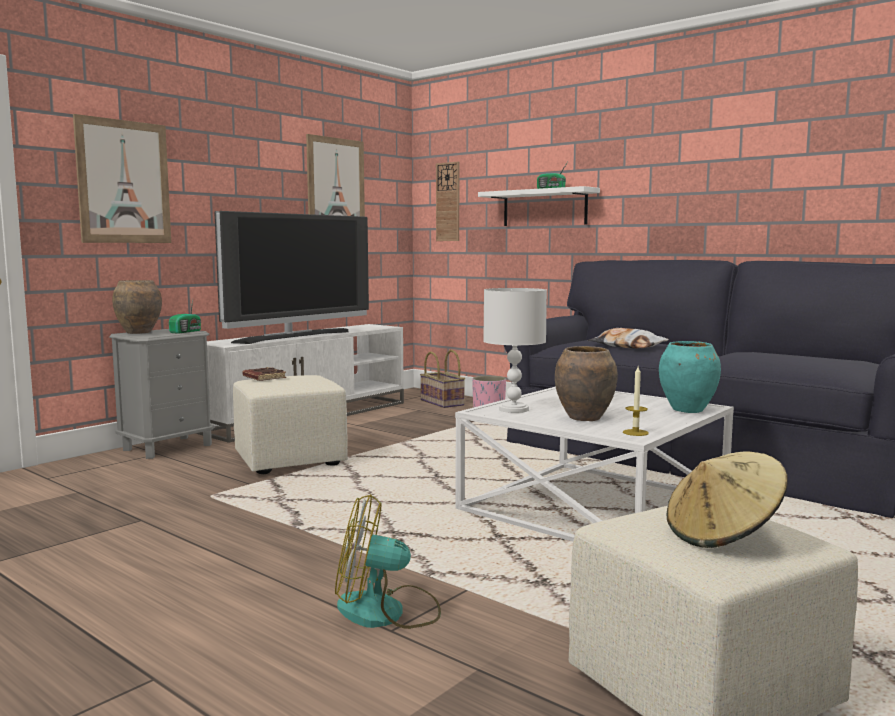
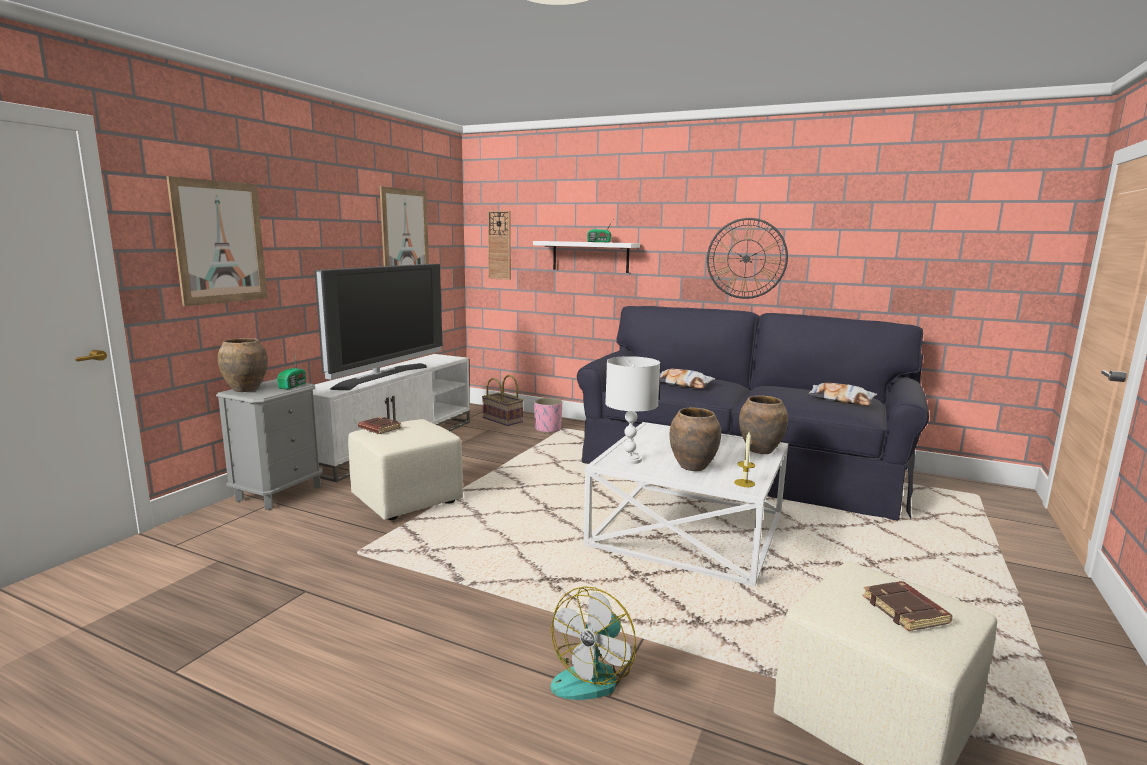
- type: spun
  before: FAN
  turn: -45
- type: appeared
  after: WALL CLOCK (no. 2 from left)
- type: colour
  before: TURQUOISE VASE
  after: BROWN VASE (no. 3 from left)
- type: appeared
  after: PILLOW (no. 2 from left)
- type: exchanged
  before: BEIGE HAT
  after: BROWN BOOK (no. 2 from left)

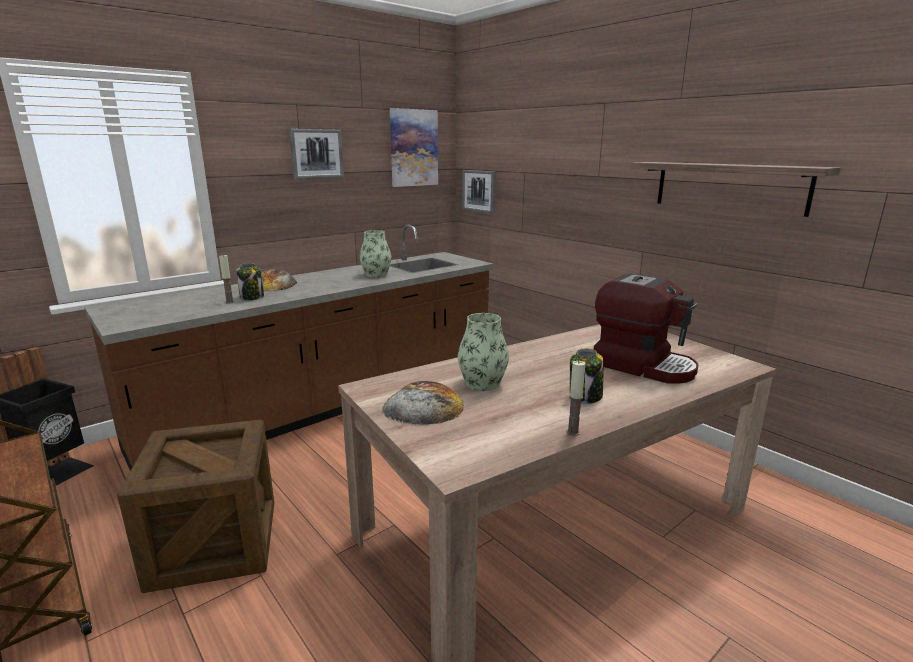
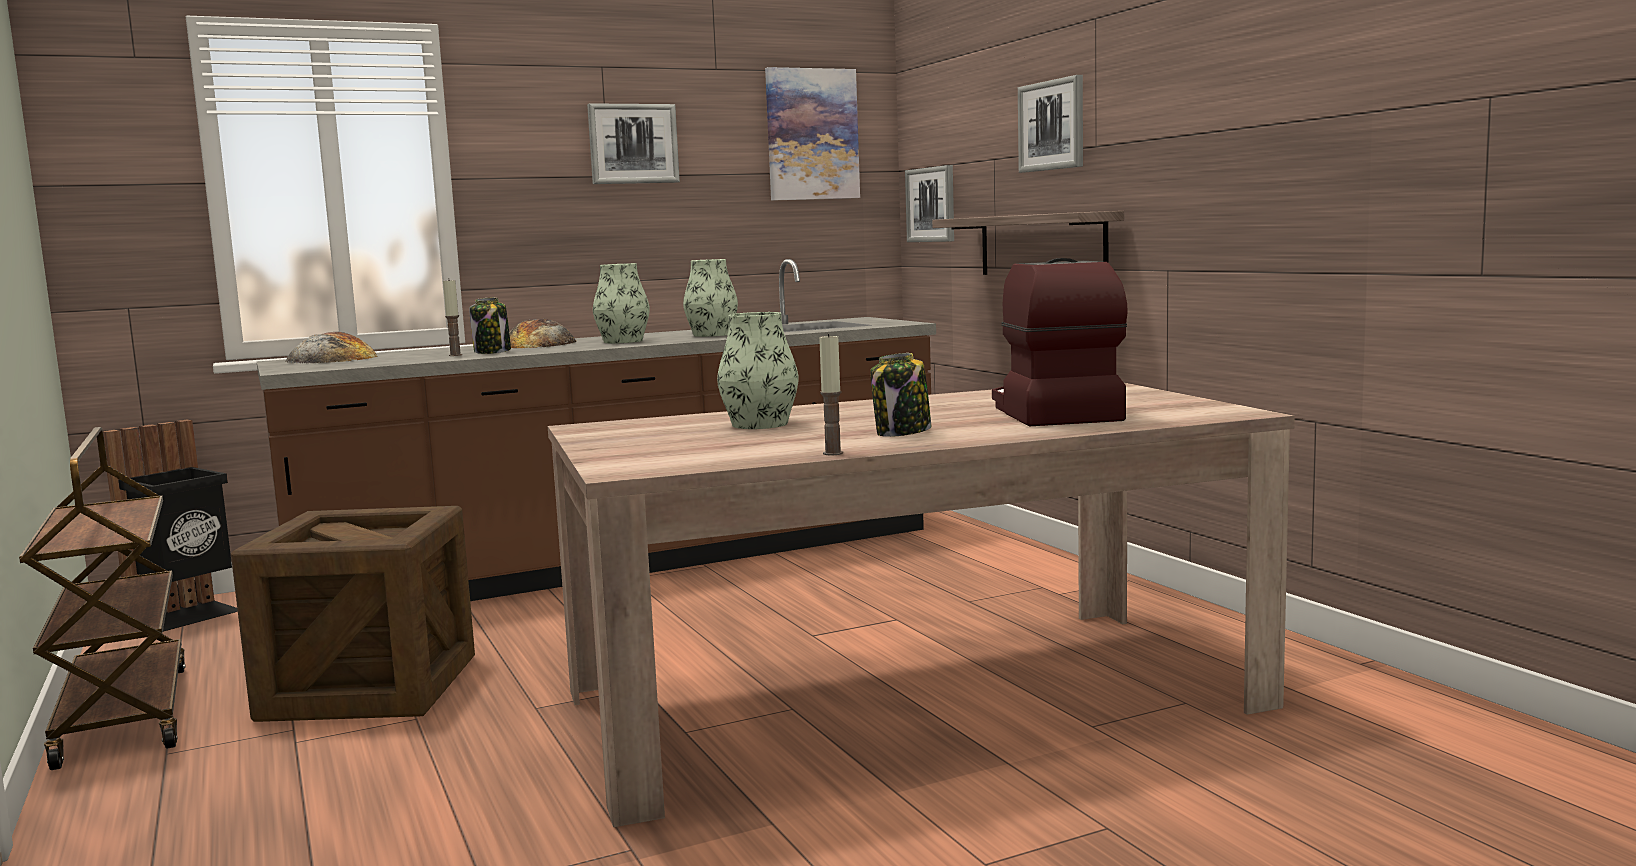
- type: relocated
  before: BREAD (no. 2 from left in the first image)
  after: BREAD (no. 1 from left)
- type: appeared
  after: VASE (no. 1 from left)
- type: relocated
  before: SHELF
- type: spun
  before: COFFEE MACHINE
  turn: -150
- type: appeared
  after: PICTURE (no. 4 from left)

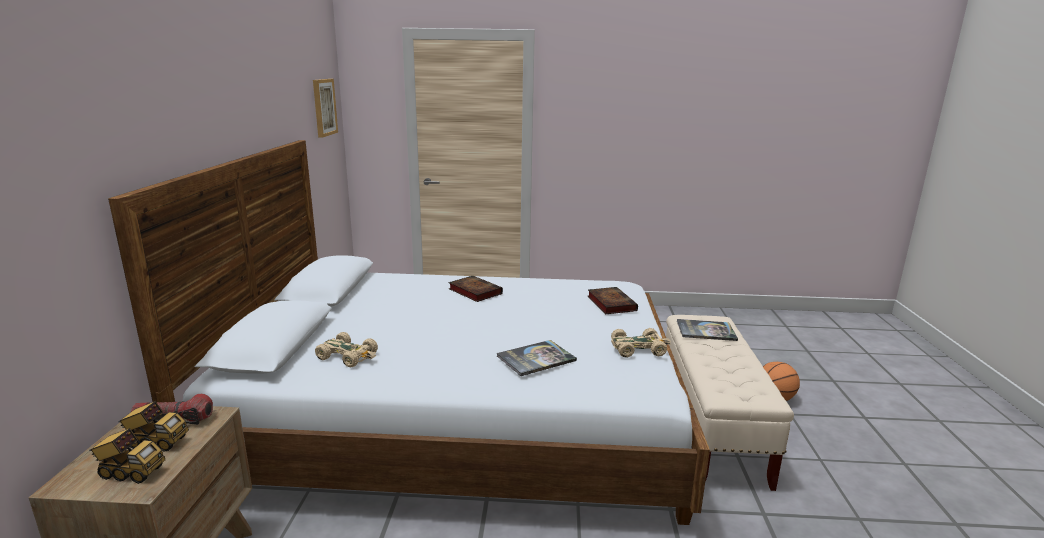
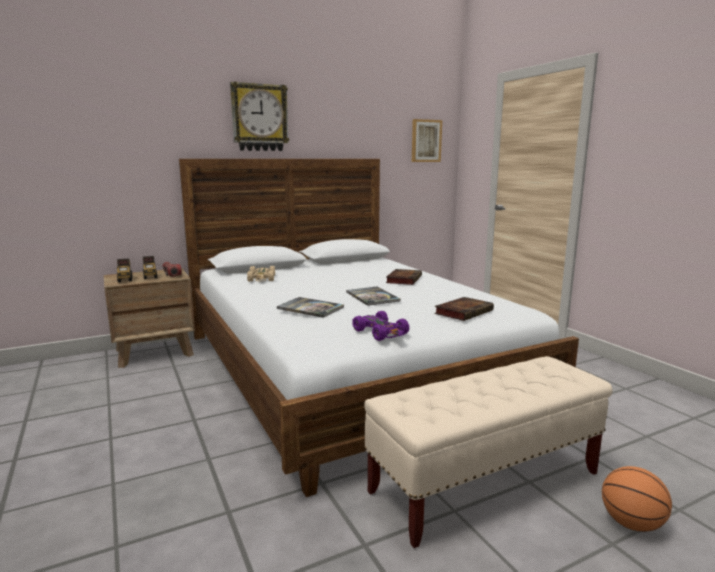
- type: appeared
  after: WALL CLOCK
- type: relocated
  before: BOOK (no. 4 from left in the first image)
  after: BOOK (no. 2 from left)
- type: colour
  before: BEIGE TOY CAR (no. 2 from left)
  after: PURPLE TOY CAR

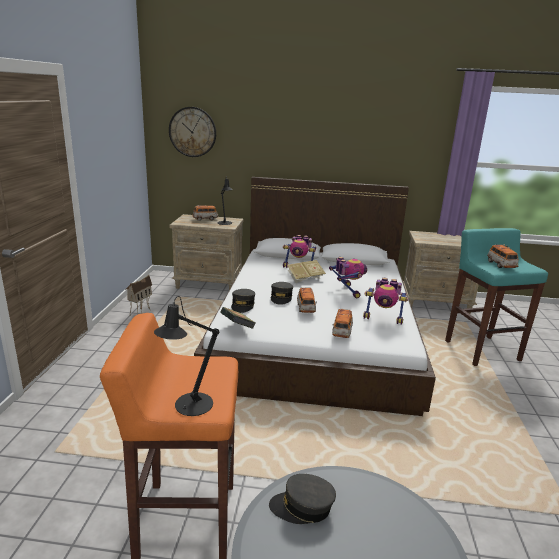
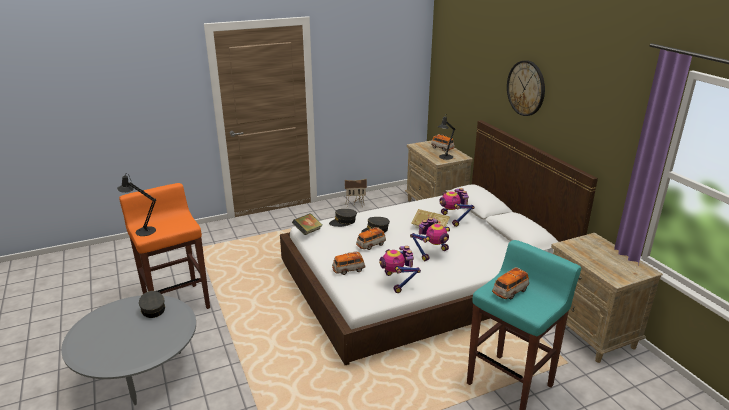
- type: relocated
  before: WALL CLOCK

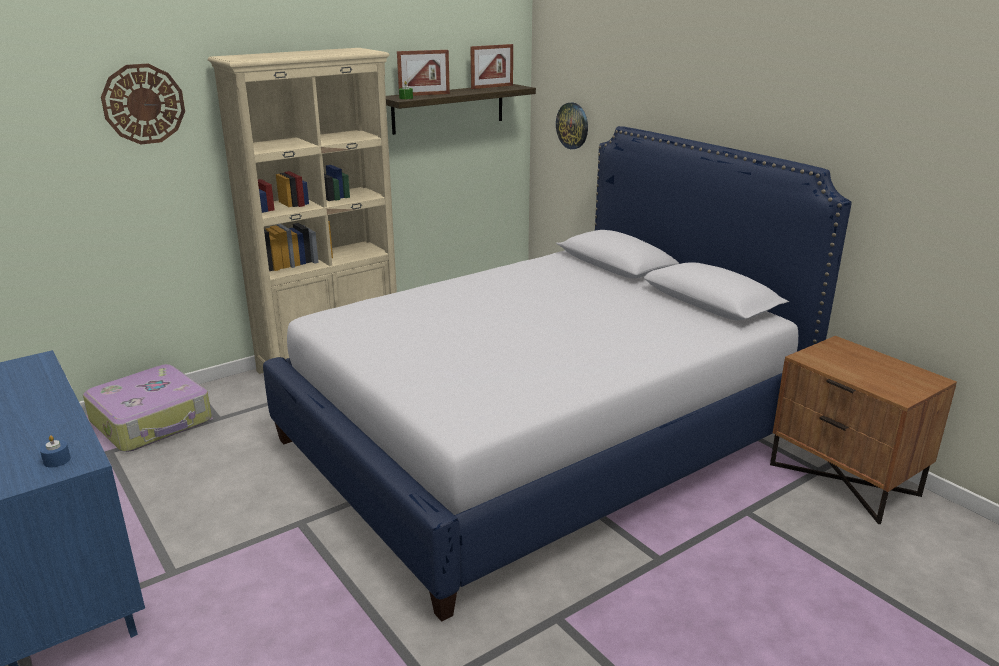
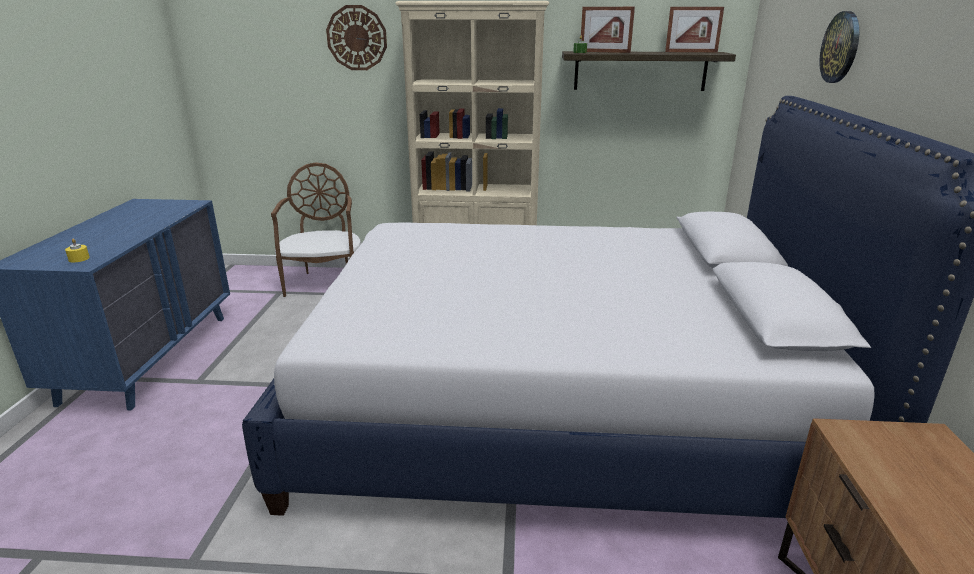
- type: colour
  before: BLUE CANDLE
  after: YELLOW CANDLE
- type: exchanged
  before: SUITCASE
  after: BROWN CHAIR
- type: relocated
  before: WALL CLOCK (no. 2 from left)

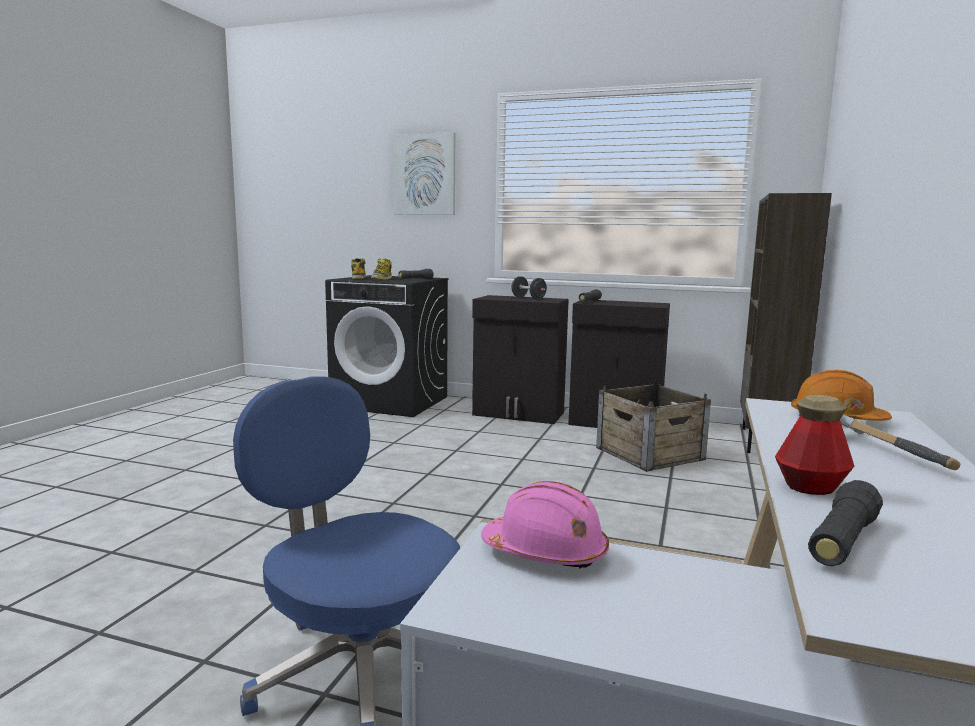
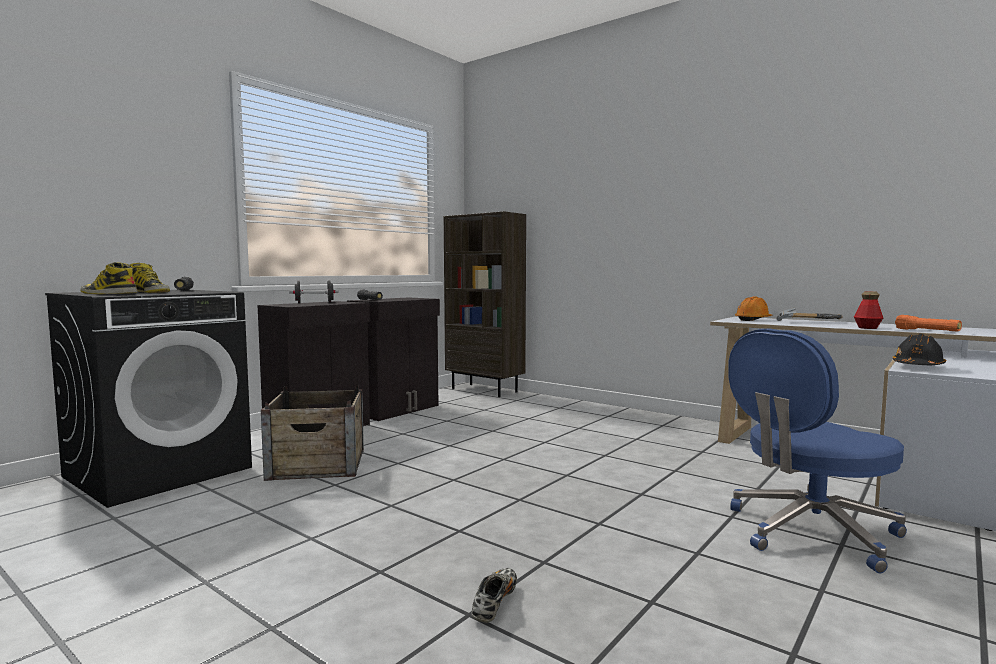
- type: relocated
  before: CRATE
- type: appeared
  after: SHOE
- type: colour
  before: PINK HARD HAT
  after: BLACK HARD HAT
- type: colour
  before: BLACK FLASHLIGHT (no. 3 from left)
  after: ORANGE FLASHLIGHT
- type: missing
  before: PICTURE

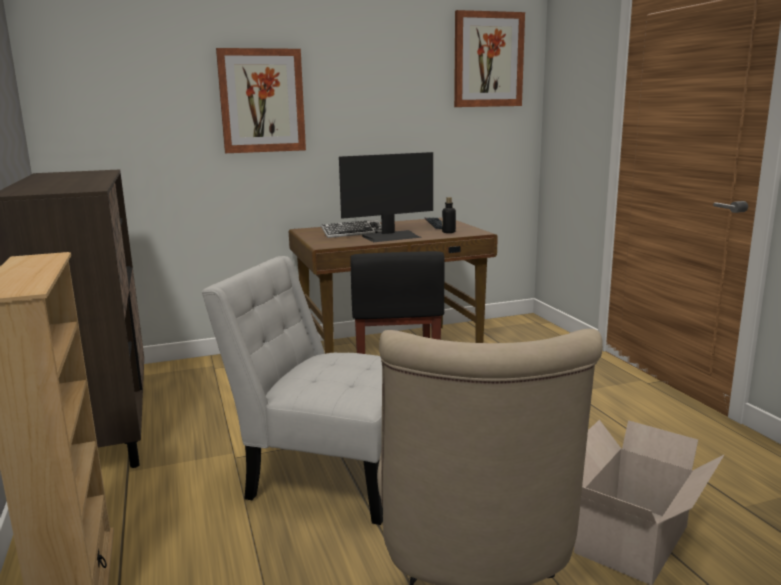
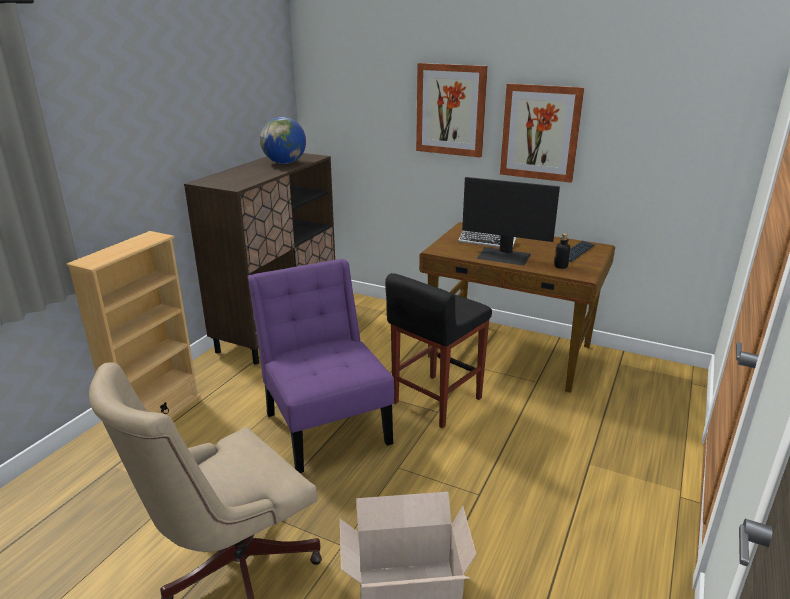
- type: colour
  before: WHITE CHAIR
  after: PURPLE CHAIR
- type: appeared
  after: GLOBE
- type: relocated
  before: PICTURE (no. 2 from left)

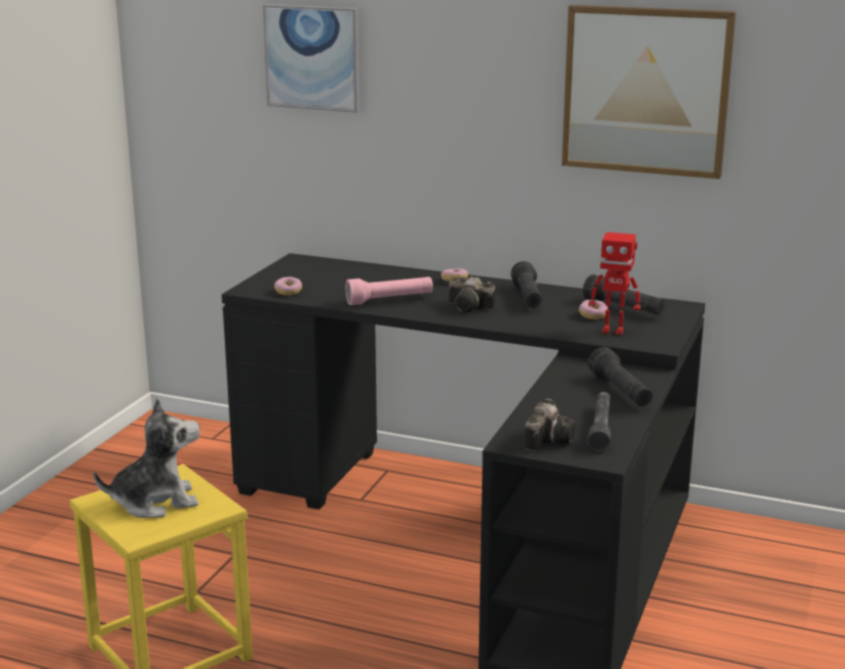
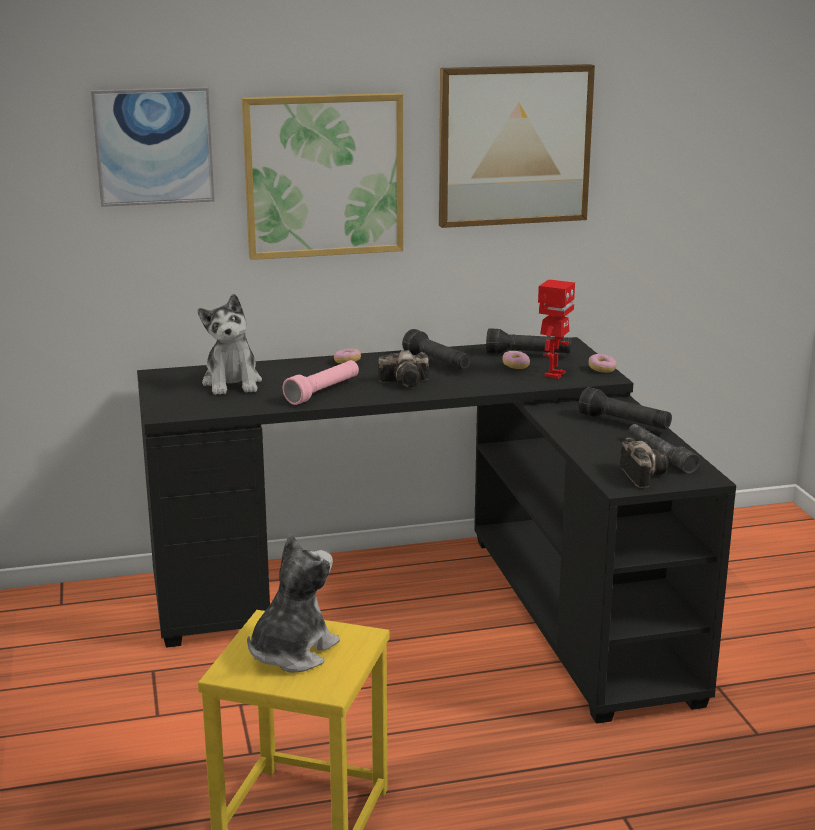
- type: appeared
  after: PLUSH TOY (no. 1 from left)
- type: appeared
  after: PICTURE (no. 2 from left)
- type: spun
  before: TOY ROBOT
  turn: -45
- type: relocated
  before: DONUT (no. 1 from left in the first image)
  after: DONUT (no. 3 from left)

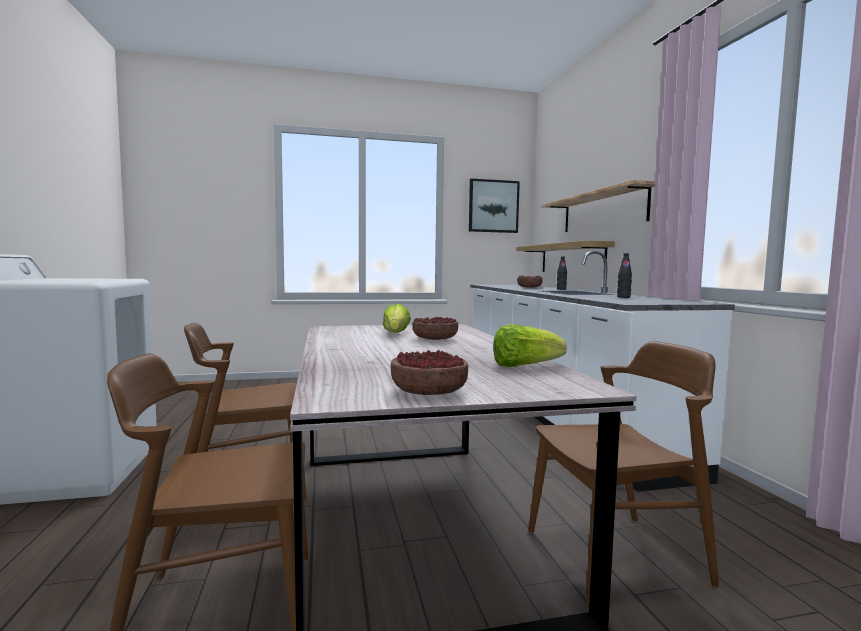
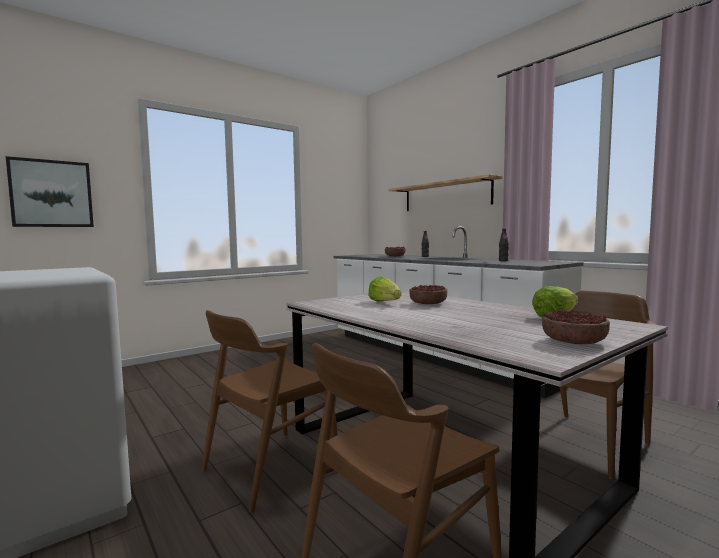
- type: relocated
  before: PICTURE
- type: missing
  before: SHELF (no. 1 from left)

